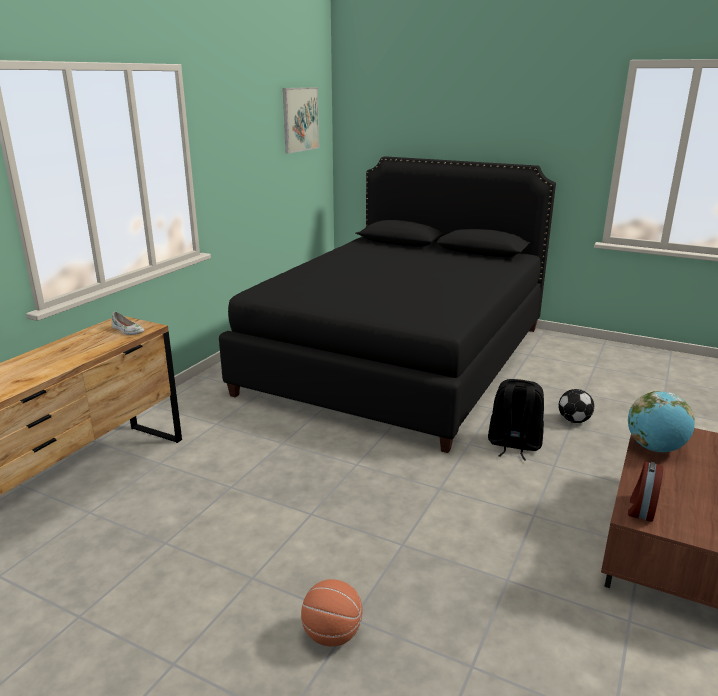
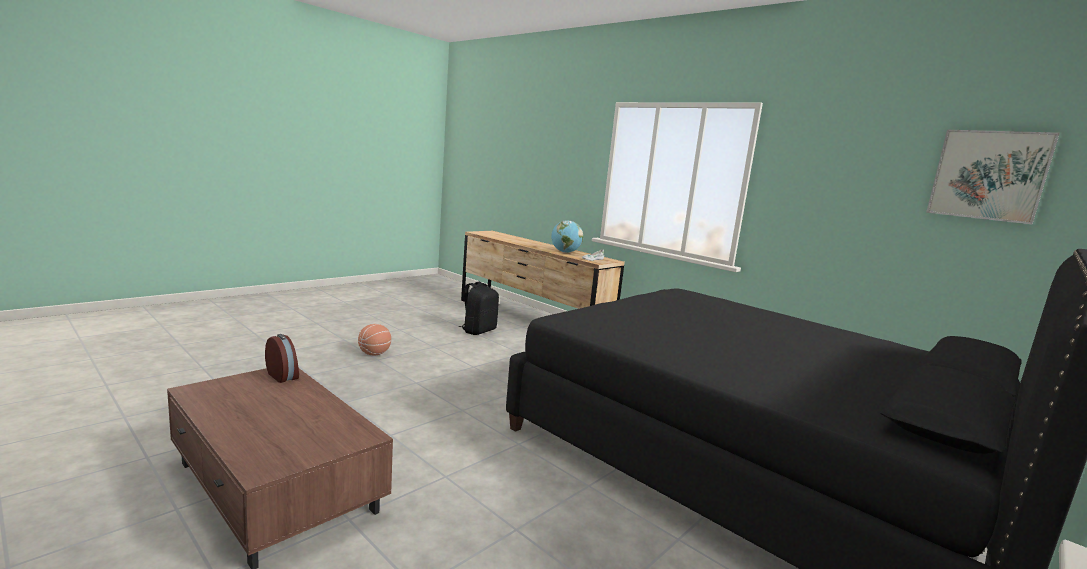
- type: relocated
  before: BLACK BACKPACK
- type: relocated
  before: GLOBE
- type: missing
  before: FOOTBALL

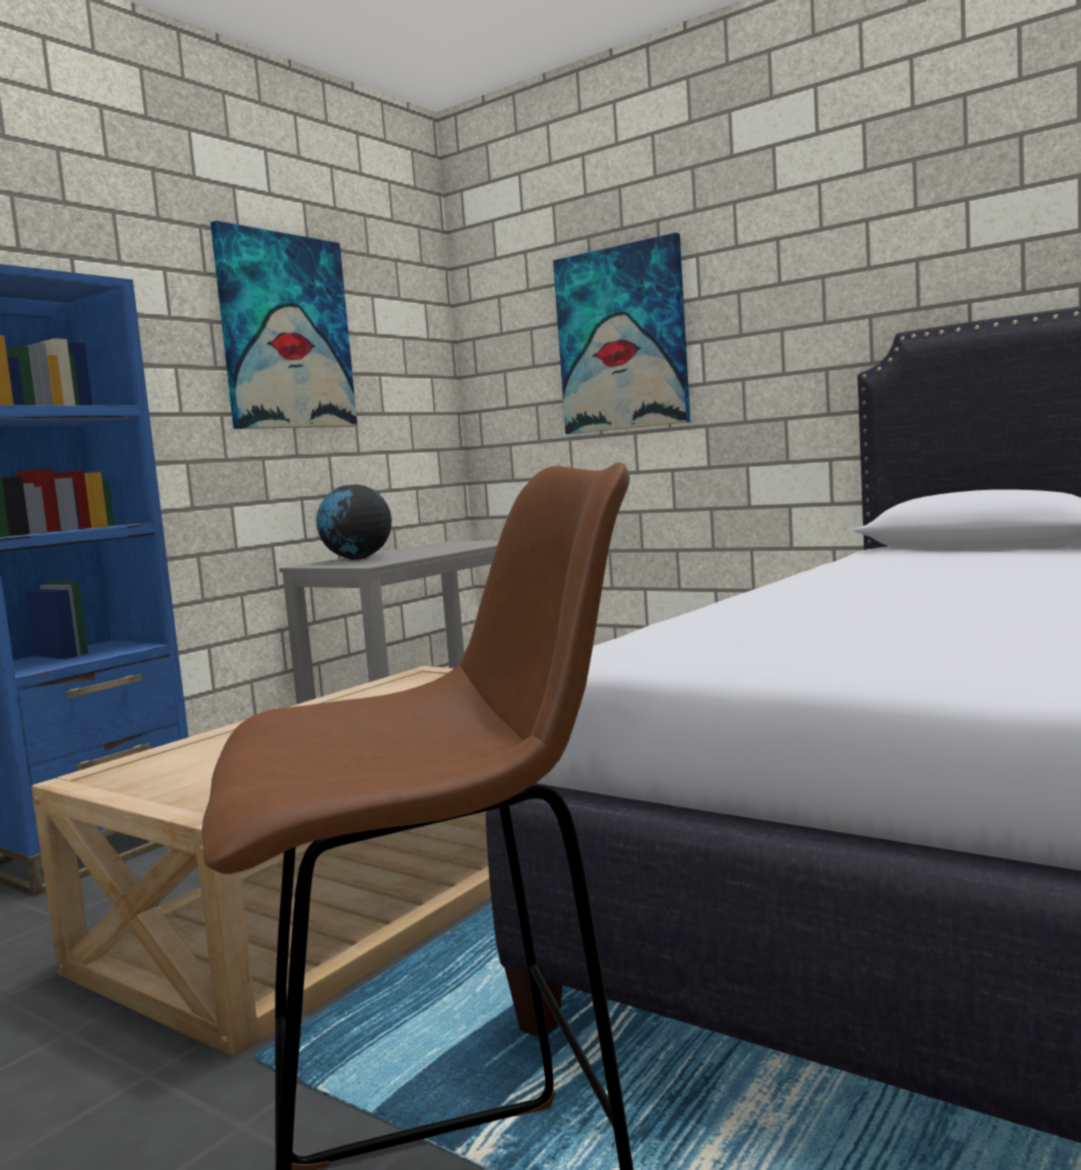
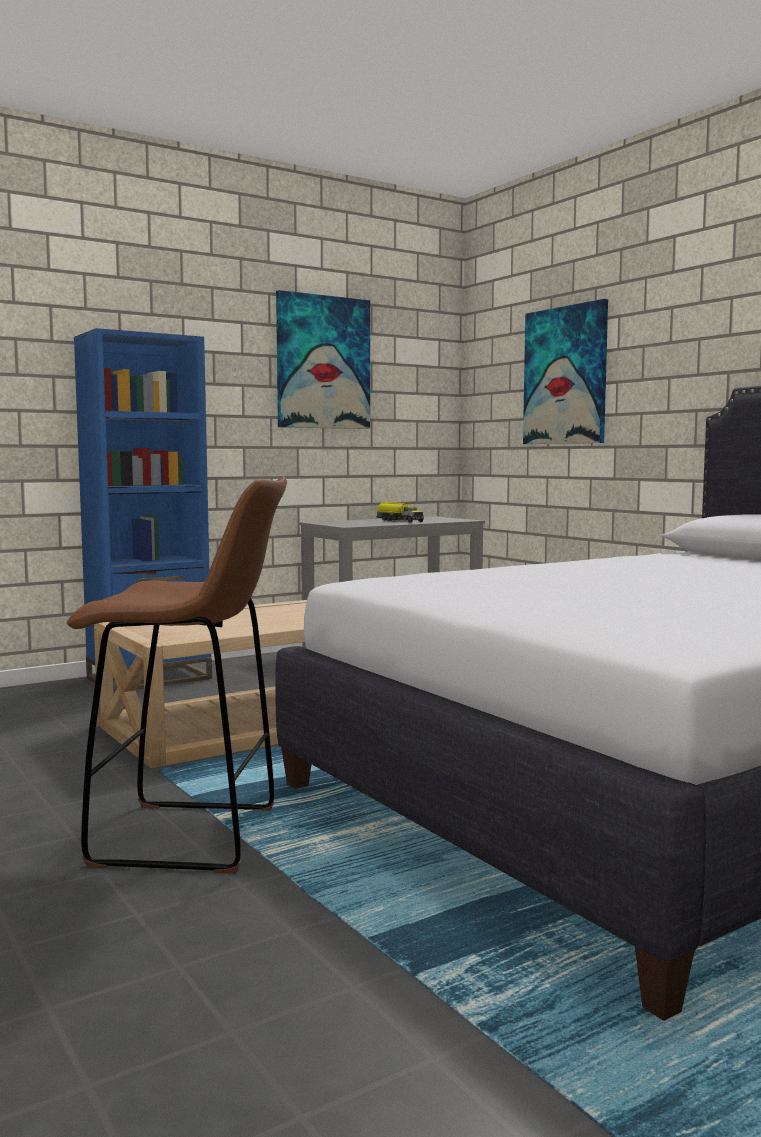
- type: appeared
  after: TOY TRUCK
- type: missing
  before: GLOBE

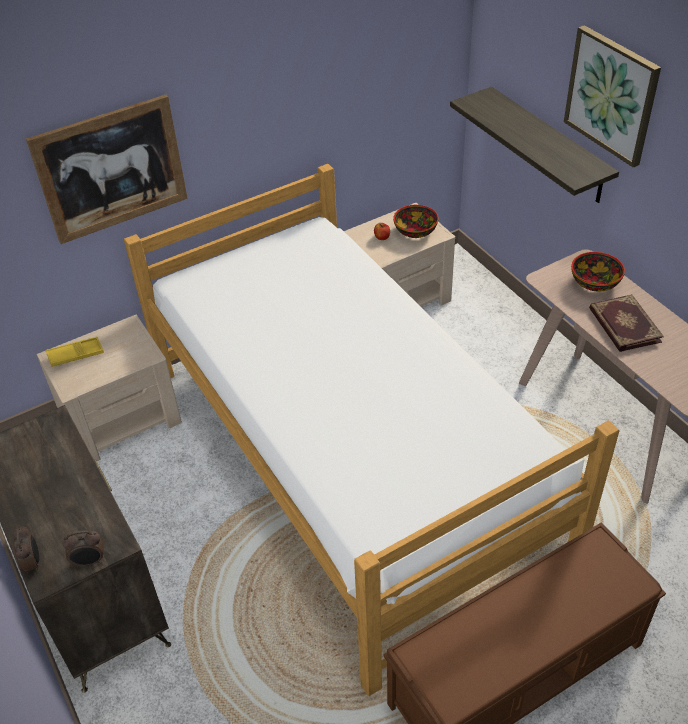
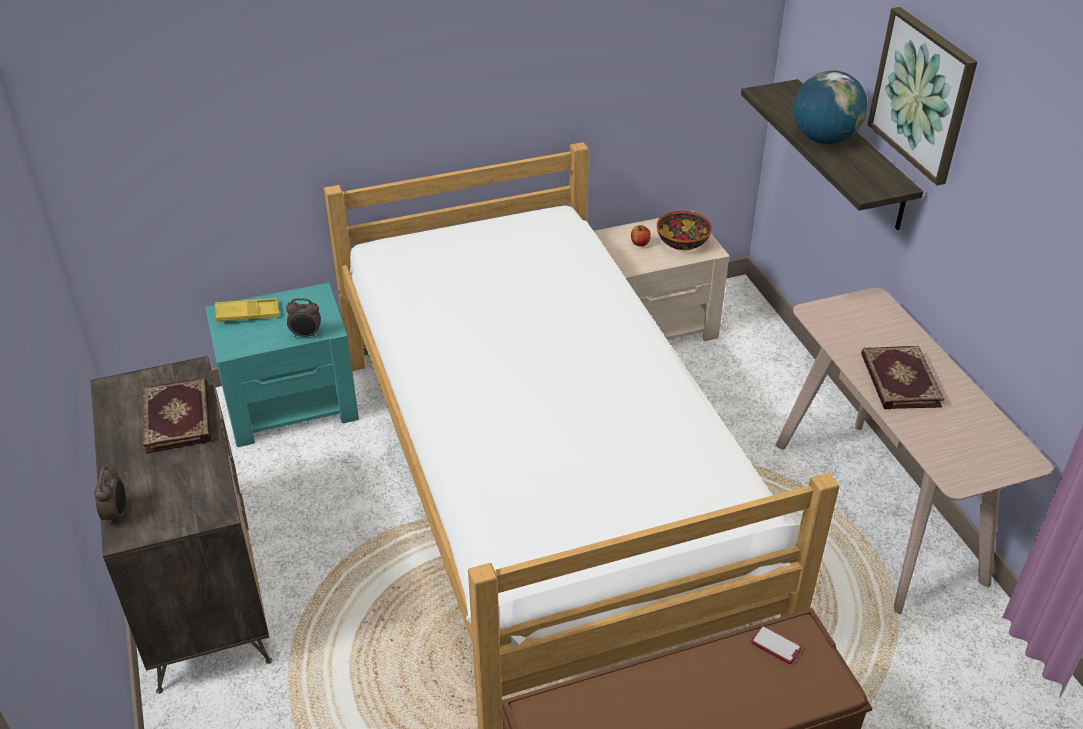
- type: appeared
  after: BOOK (no. 1 from left)
- type: colour
  before: BEIGE NIGHTSTAND (no. 1 from left)
  after: TURQUOISE NIGHTSTAND
- type: relocated
  before: ALARM CLOCK (no. 2 from left)
- type: appeared
  after: PHONE
- type: appeared
  after: GLOBE
- type: missing
  before: PICTURE (no. 1 from left)
- type: missing
  before: BOWL (no. 2 from left)

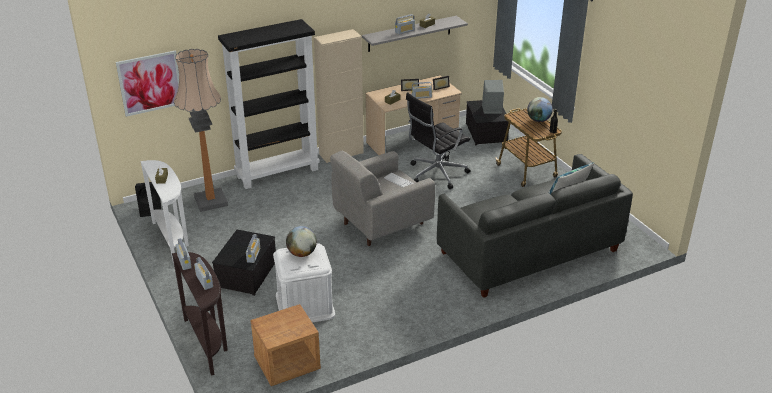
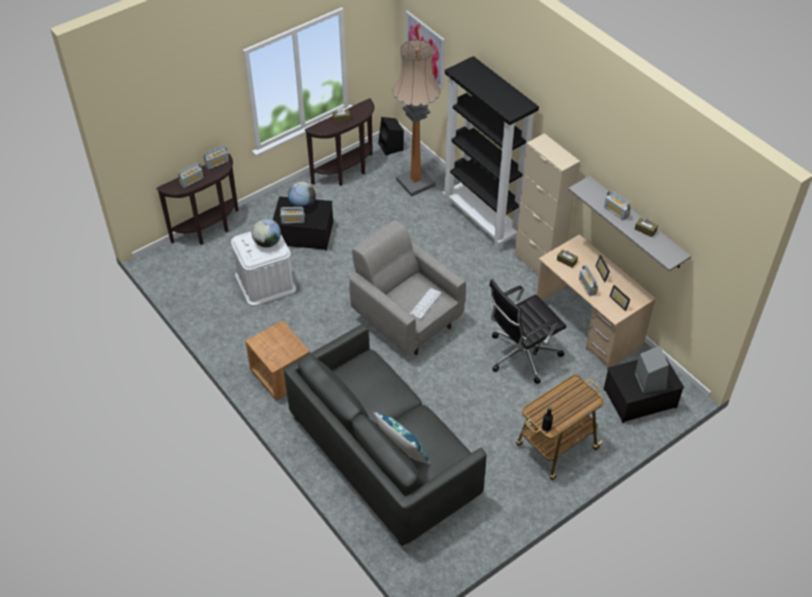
- type: relocated
  before: BROWN NIGHTSTAND
- type: relocated
  before: GLOBE (no. 2 from left)
- type: colour
  before: WHITE CONSOLE TABLE
  after: BROWN CONSOLE TABLE (no. 2 from left)
- type: spun
  before: BLACK OFFICE CHAIR
  turn: -75

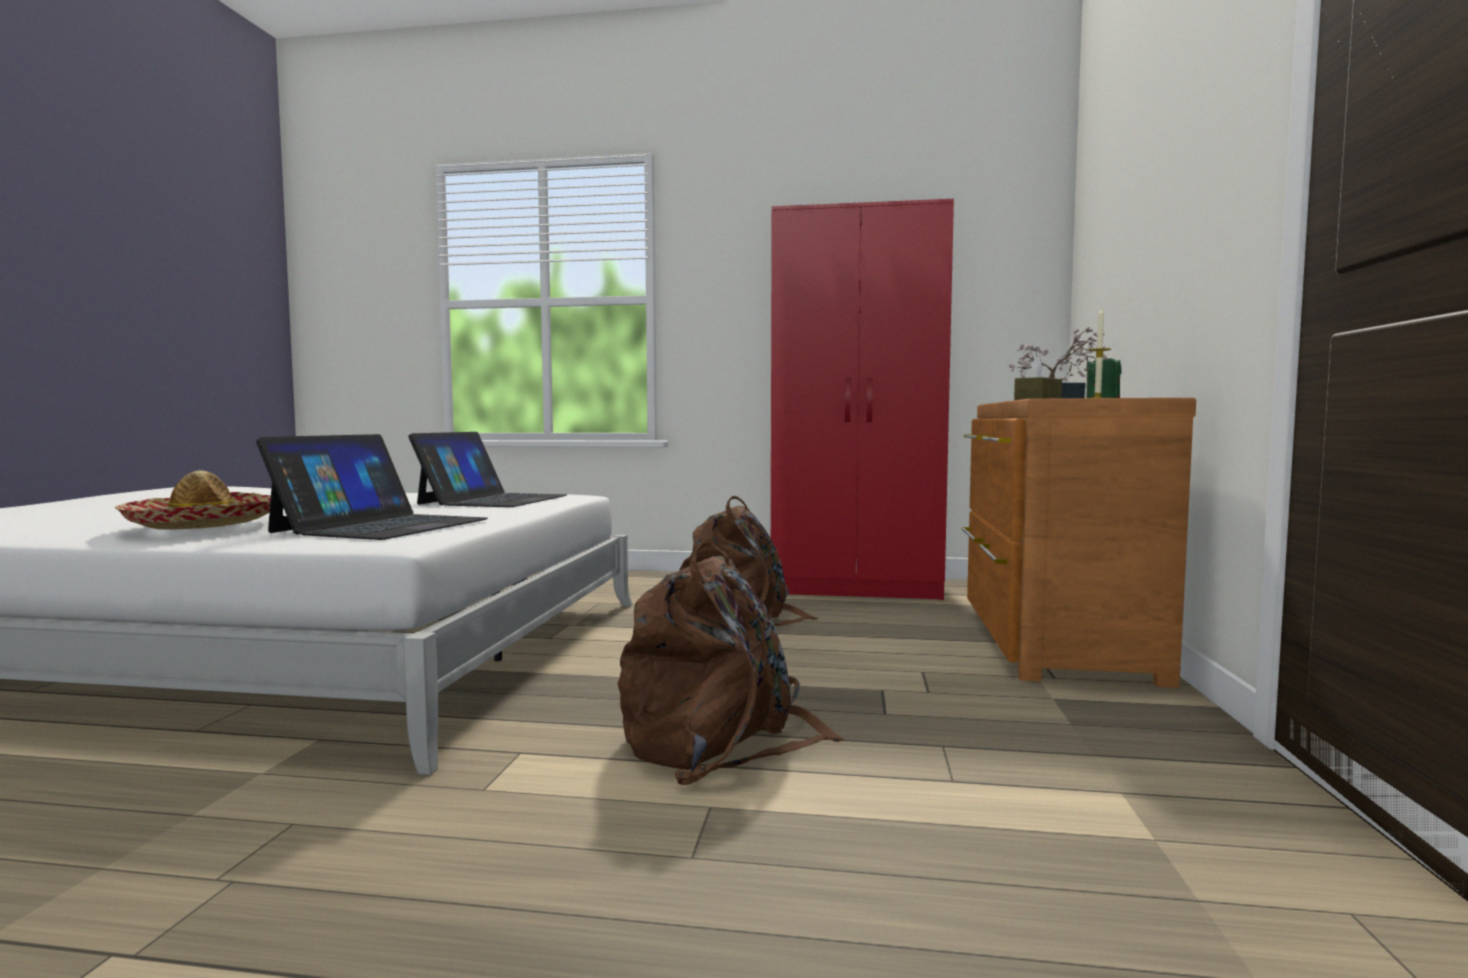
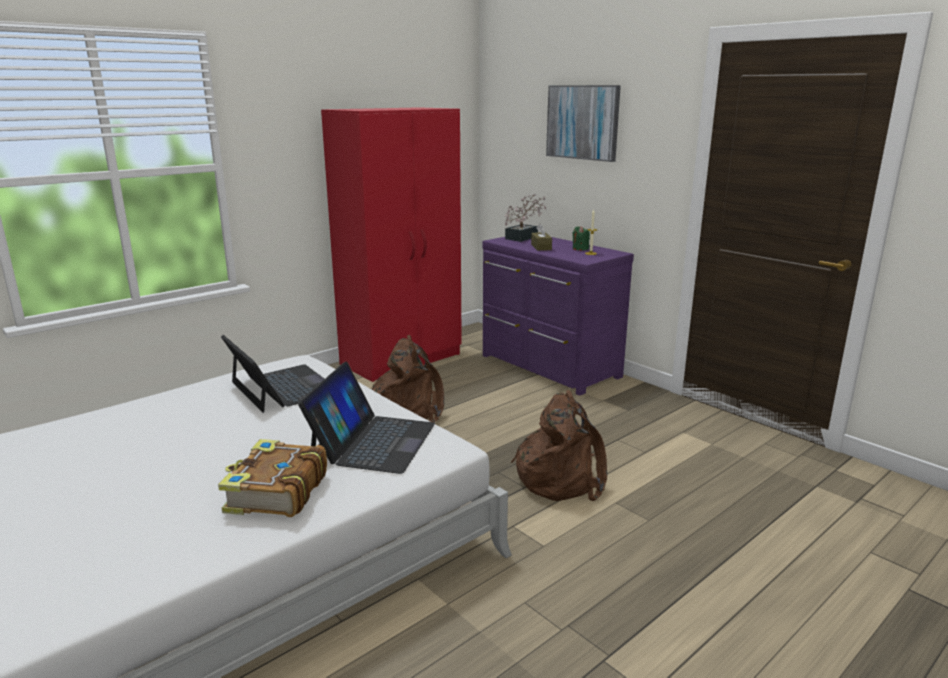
- type: exchanged
  before: HAT
  after: BOOK
- type: spun
  before: LAPTOP (no. 1 from left in the first image)
  turn: 45
- type: colour
  before: BROWN DRESSER
  after: PURPLE DRESSER
- type: appeared
  after: PICTURE

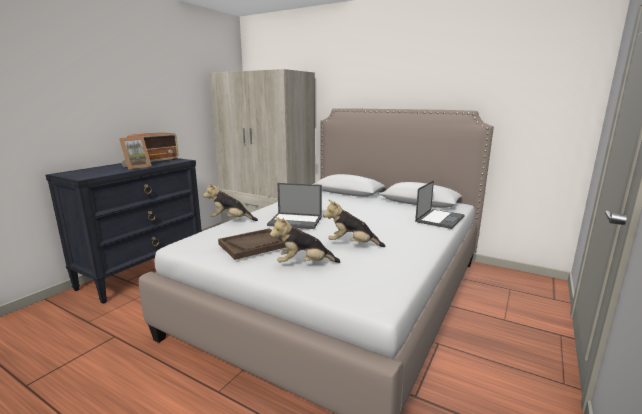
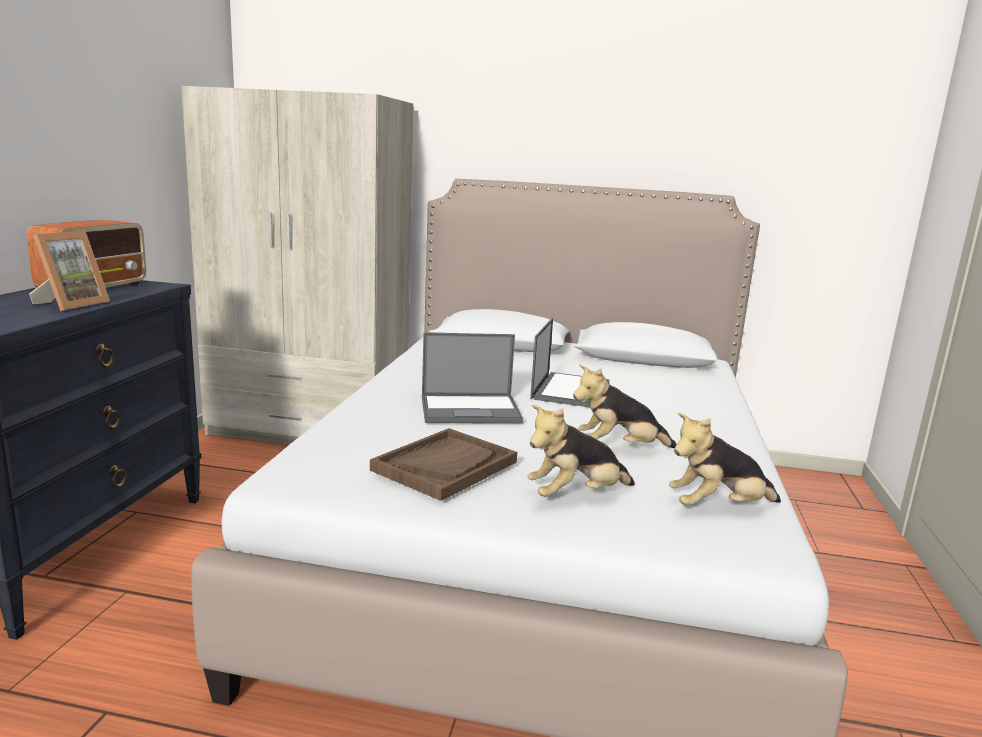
- type: relocated
  before: LAPTOP (no. 2 from left)
- type: relocated
  before: PLUSH TOY (no. 1 from left in the first image)
  after: PLUSH TOY (no. 3 from left)

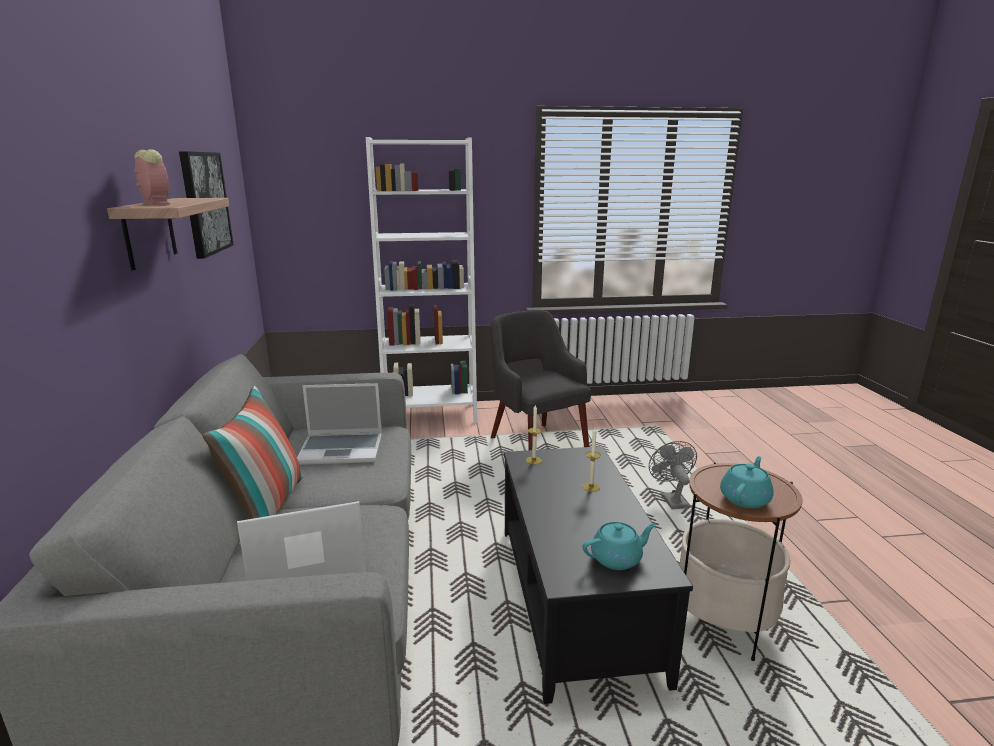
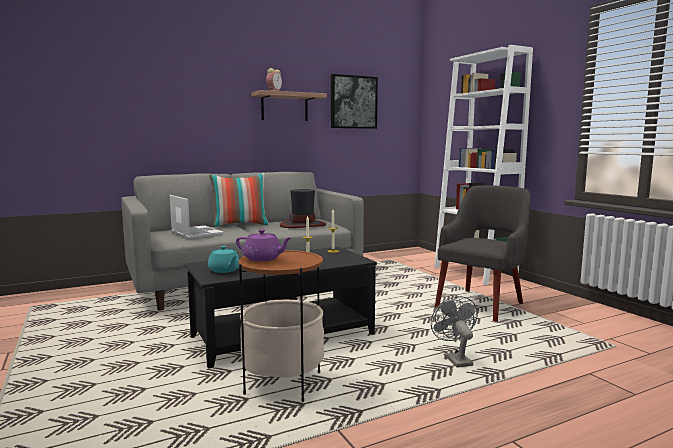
- type: colour
  before: TURQUOISE TEAPOT (no. 2 from left)
  after: PURPLE TEAPOT
- type: exchanged
  before: LAPTOP (no. 2 from left)
  after: HAT
- type: spun
  before: GREY FAN
  turn: -75

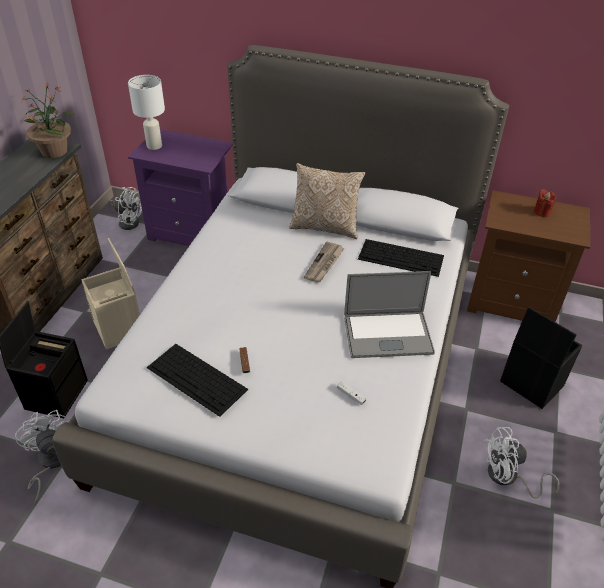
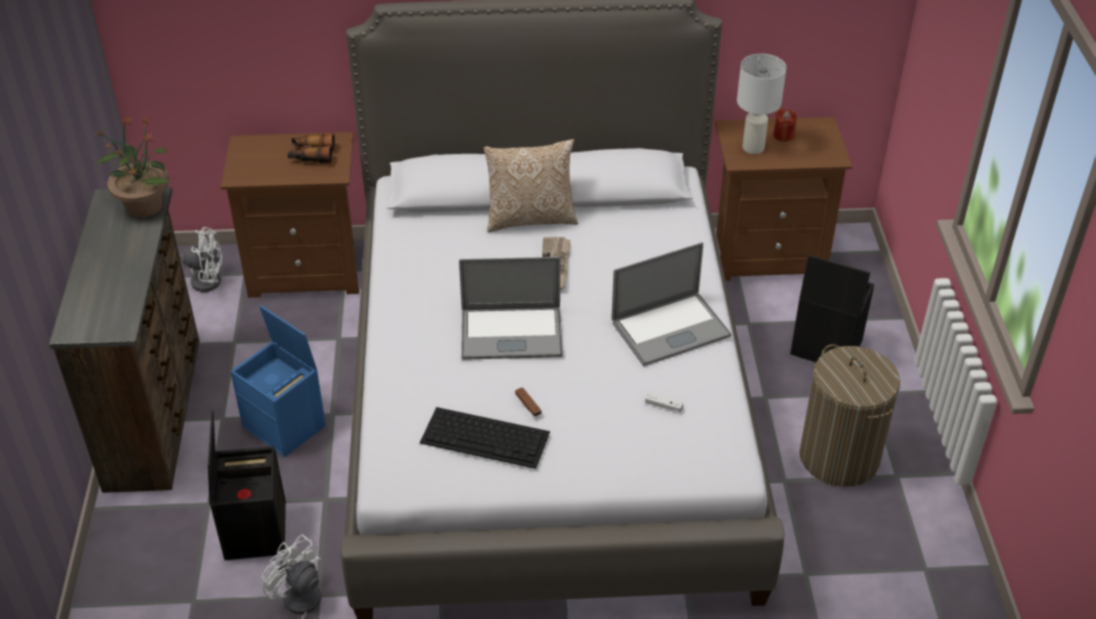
- type: colour
  before: PURPLE NIGHTSTAND
  after: BROWN NIGHTSTAND (no. 1 from left)
- type: colour
  before: BEIGE STORAGE BOX
  after: BLUE STORAGE BOX
- type: appeared
  after: BINOCULARS
- type: appeared
  after: LAPTOP (no. 1 from left)
- type: relocated
  before: WHITE TABLE LAMP
- type: exchanged
  before: WHITE FAN (no. 3 from left)
  after: LAUNDRY BASKET
- type: missing
  before: KEYBOARD (no. 2 from left)

